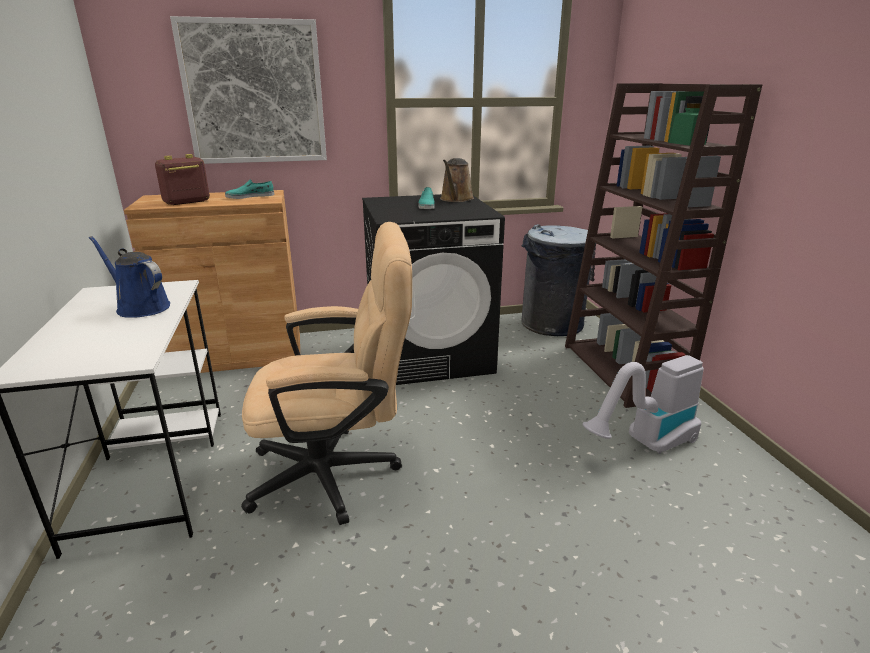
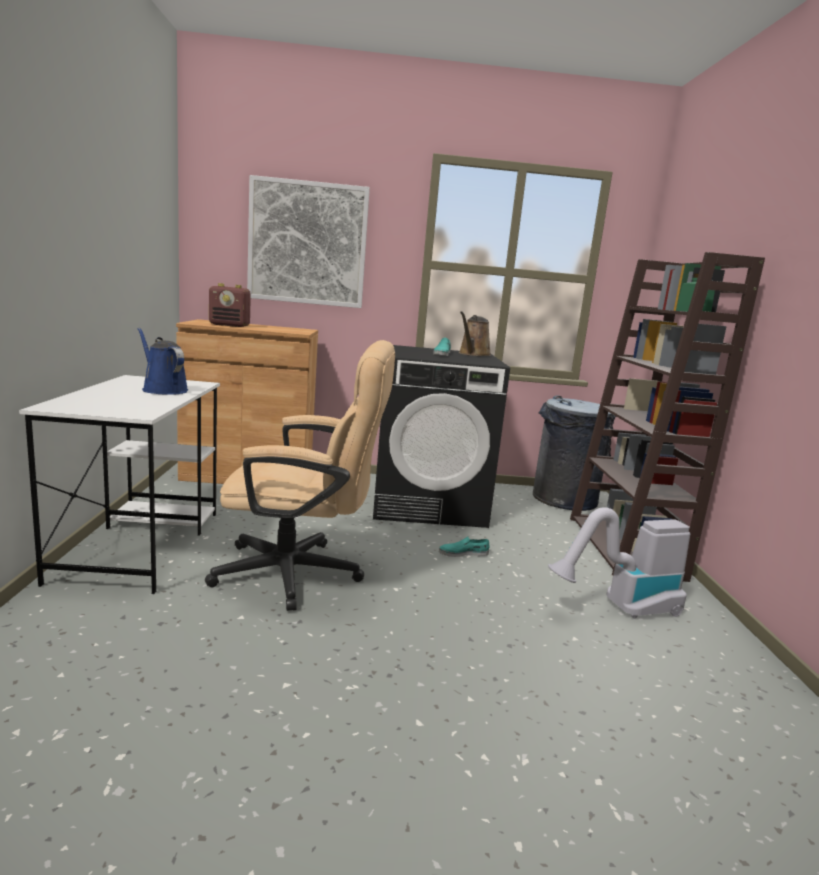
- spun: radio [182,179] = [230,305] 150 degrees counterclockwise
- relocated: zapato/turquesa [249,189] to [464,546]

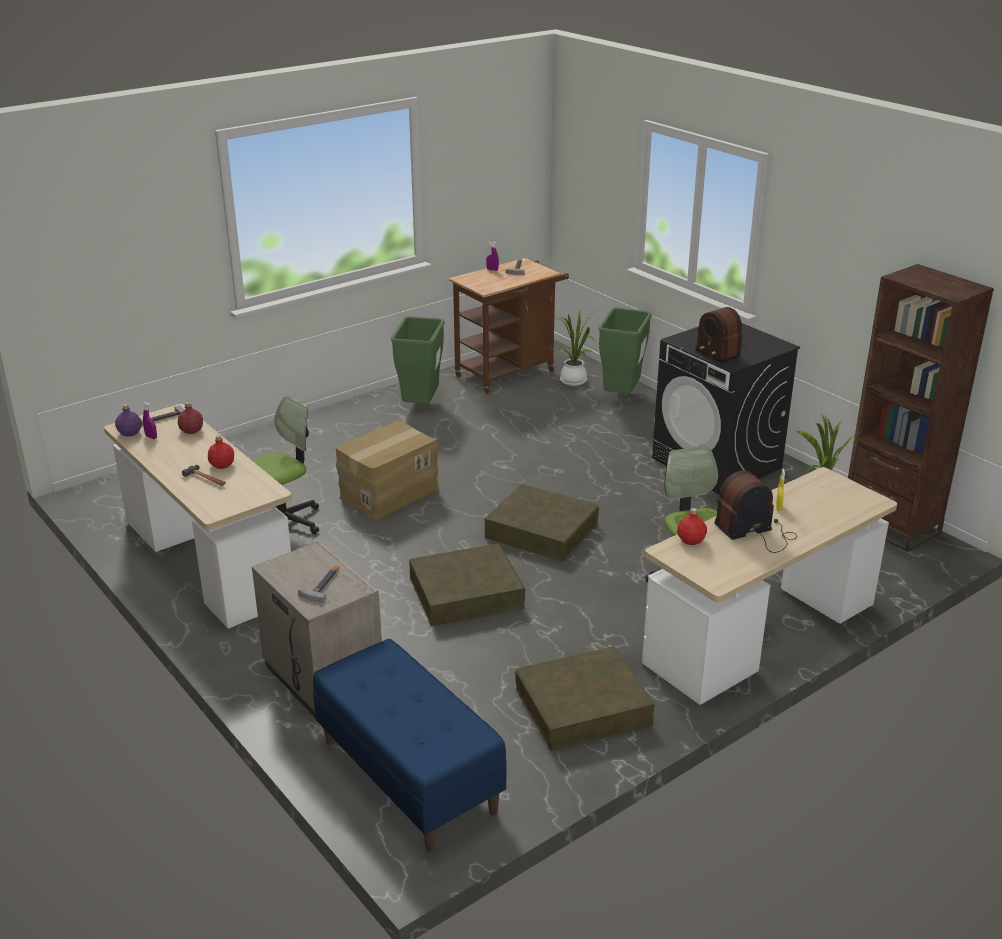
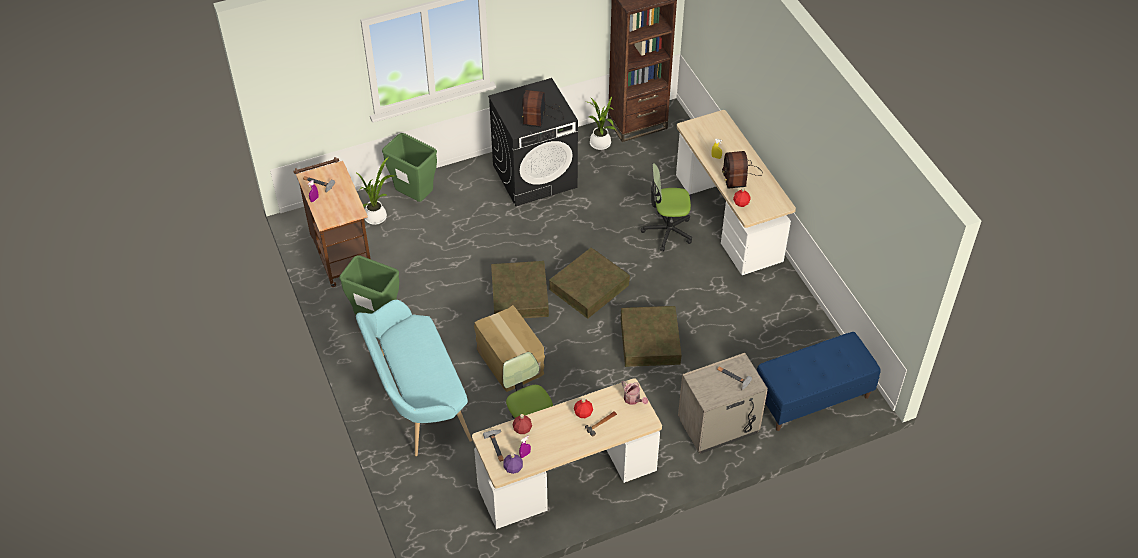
- spun: radio [720,335] = [543,108] 120 degrees clockwise
- relocated: caja de almacenaje/marrón [585,698] to [520,289]
- appeared: banco/turquesa [414,378]
- appeared: regadera [635,393]

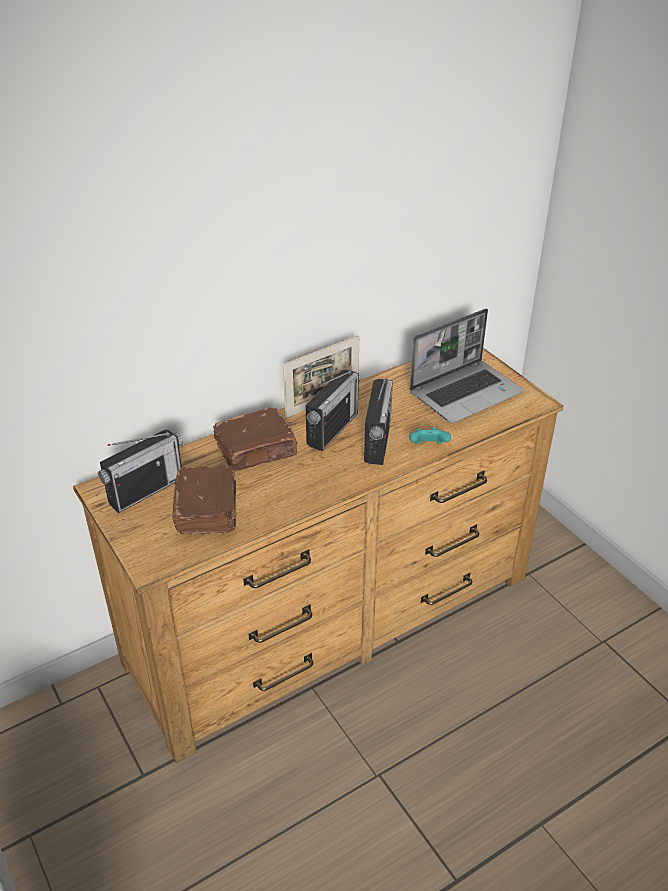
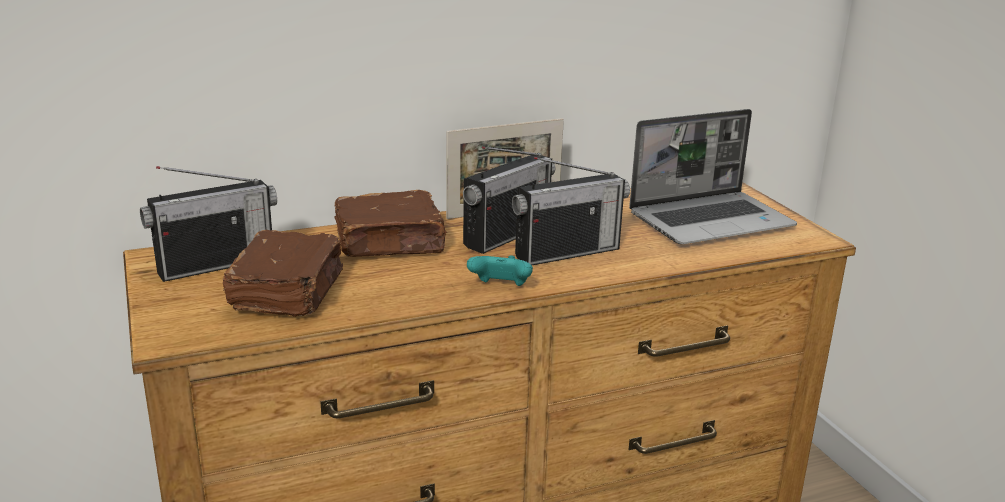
- spun: radio [378,422] = [571,211] 45 degrees clockwise
- relocated: mando de consola/turquesa [430,435] to [500,270]

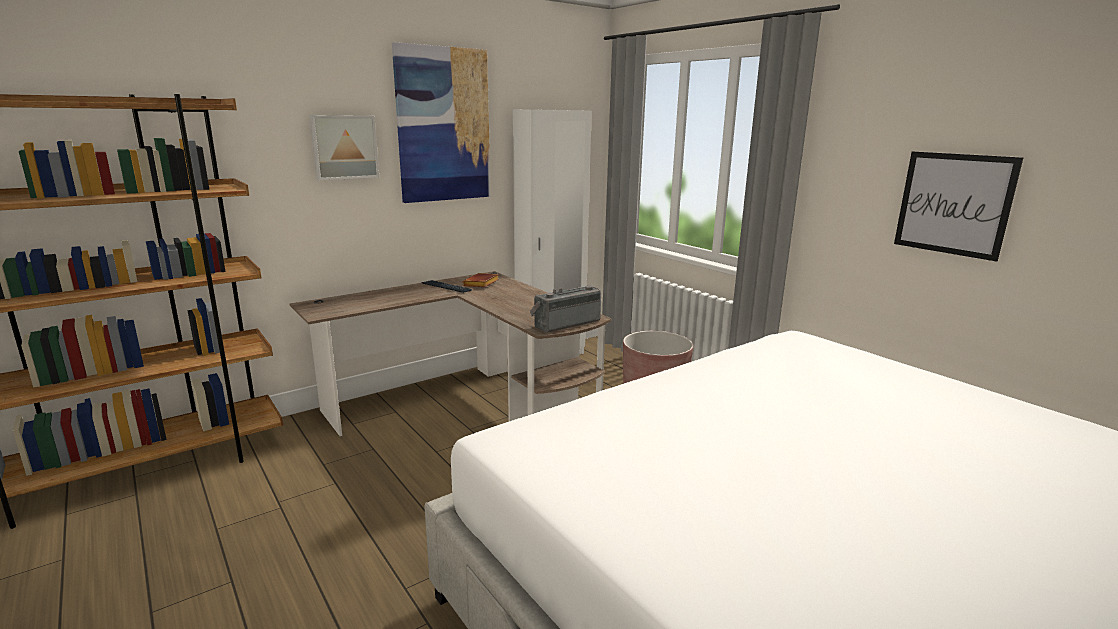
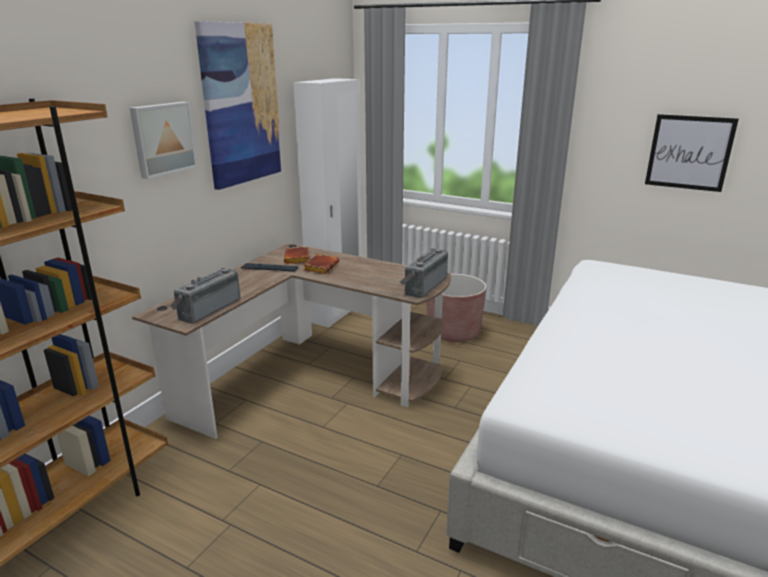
- appeared: libro/marrón [321,264]
- appeared: radio [205,296]

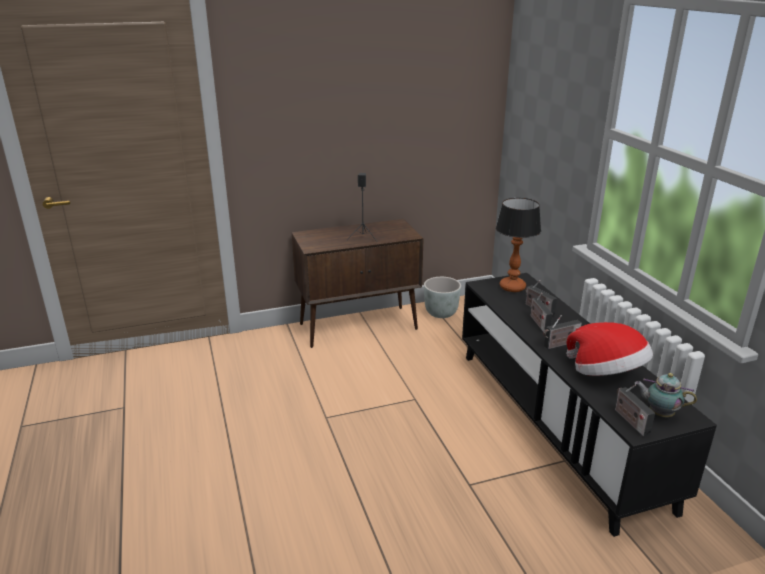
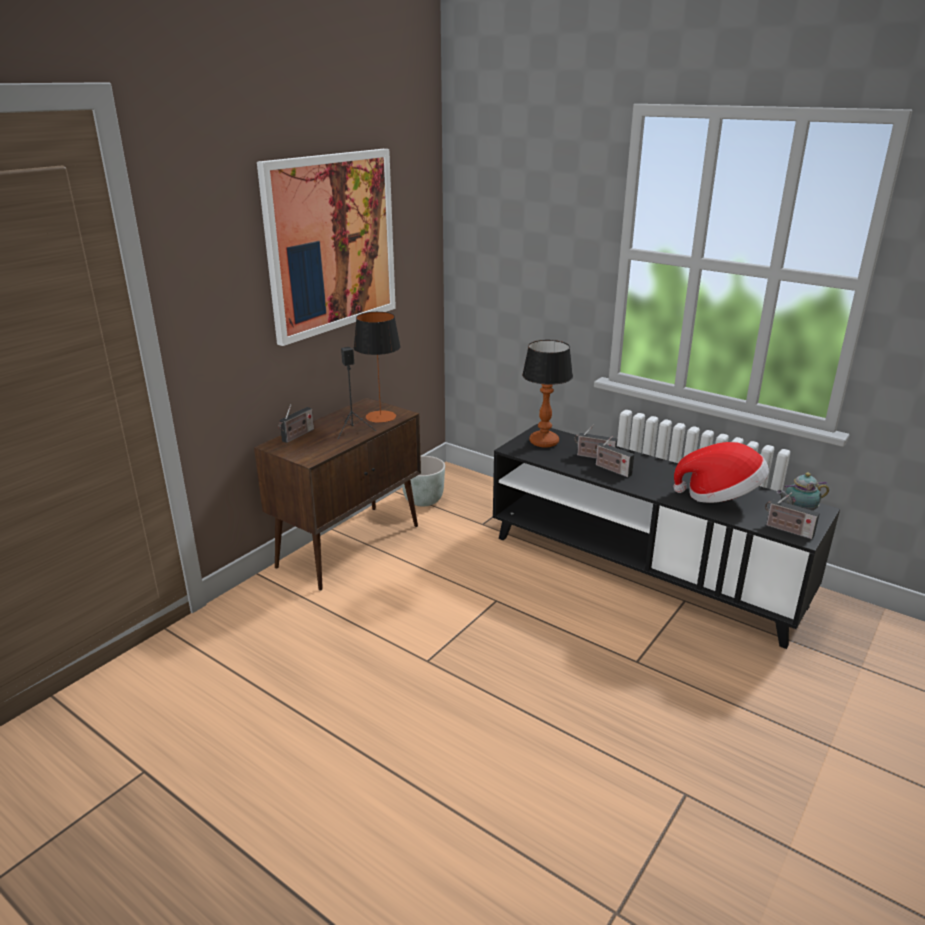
- relocated: radio [562,332] to [296,423]
- appeared: cuadro [326,247]
- appeared: lámpara de mesa [377,367]

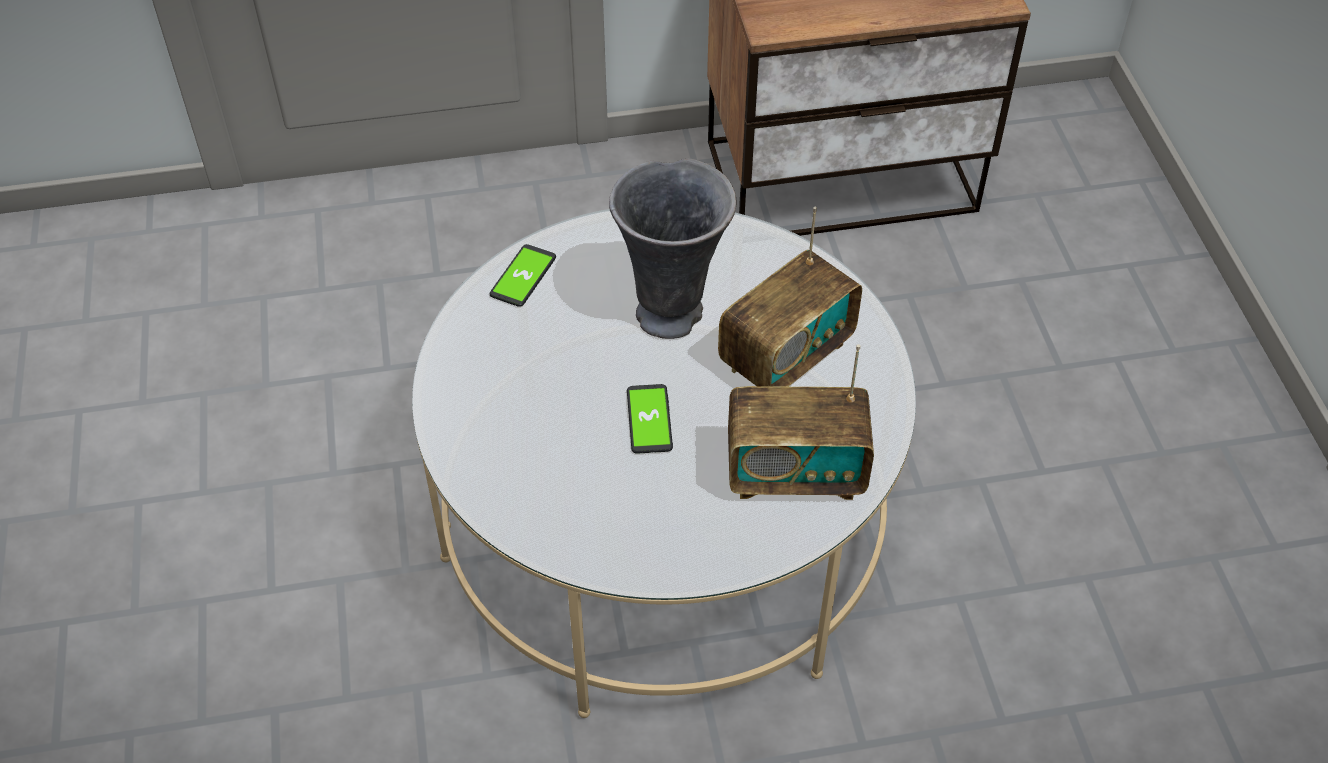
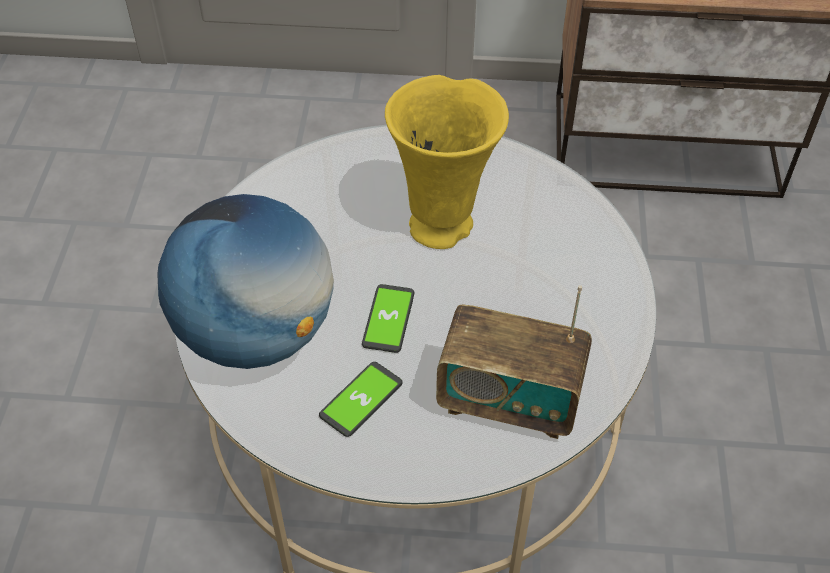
- colour: florero/gris [672,249] to florero/amarillo [447,162]
- missing: radio [790,297]
- relocated: móvil [523,275] to [361,399]
- appeared: globo terráqueo [245,281]

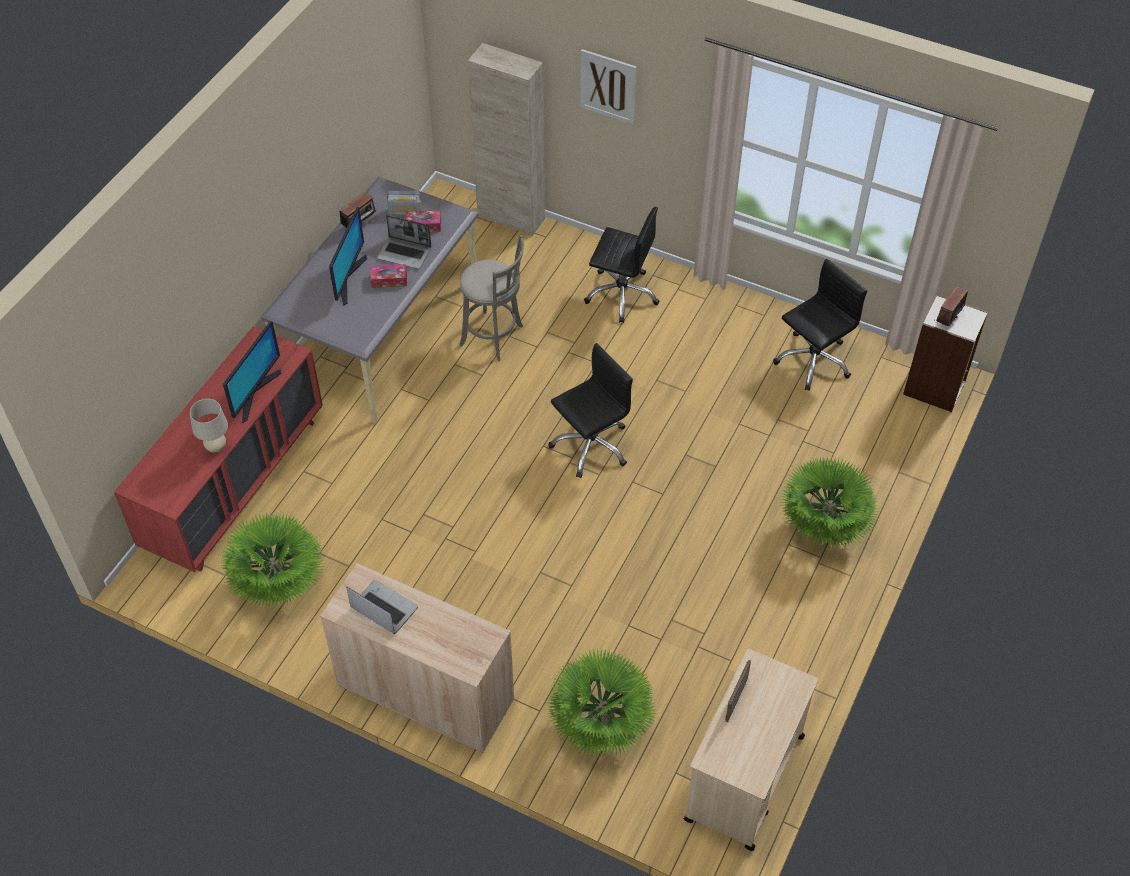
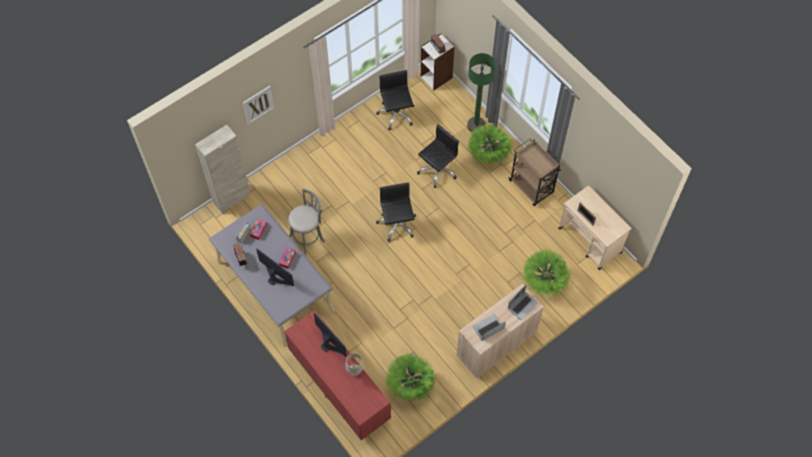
- relocated: silla de oficina/negro [621,265] to [438,156]
- relocated: portátil [404,242] to [523,302]
- appeared: lámpara de pie/verde [481,92]
- appeared: carrito/marrón [534,172]

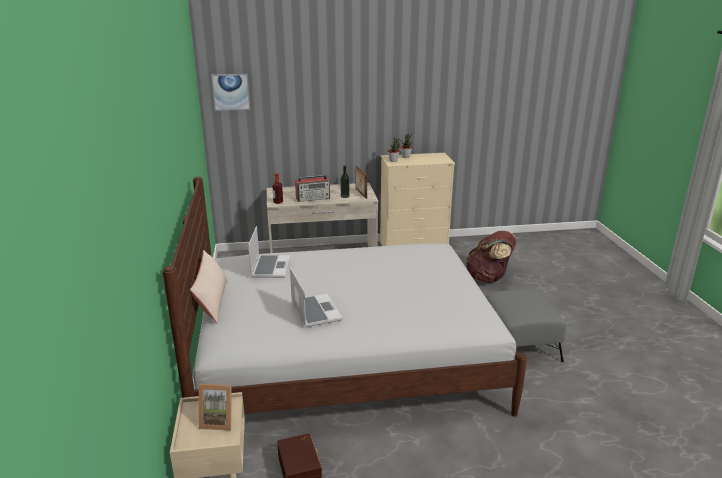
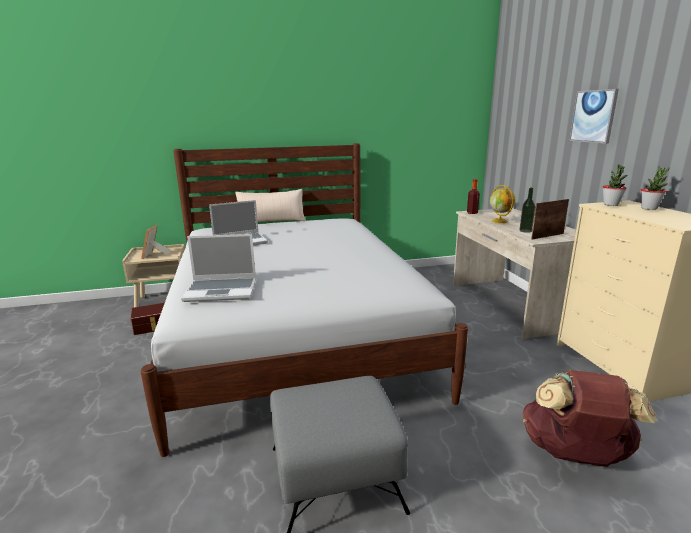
- relocated: cuadro [230,92] to [594,116]
- exchanged: radio [312,188] to globo terráqueo [502,204]
- relocated: portátil [269,252] to [218,268]

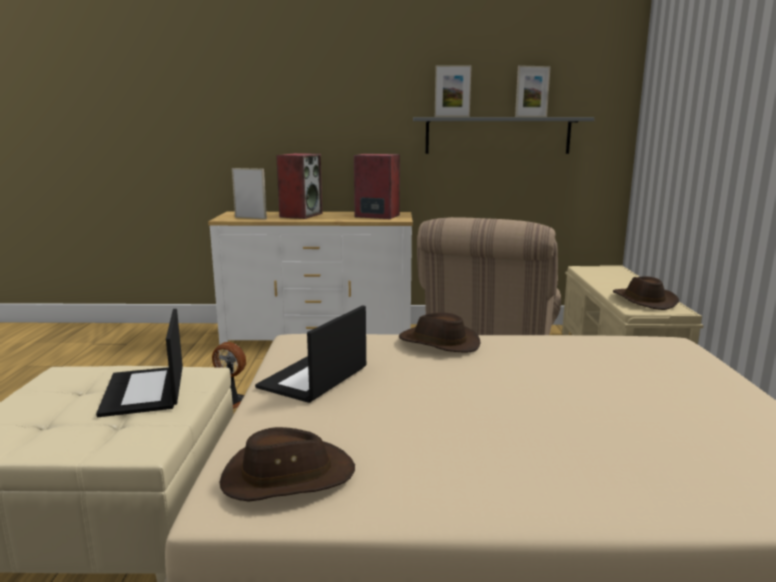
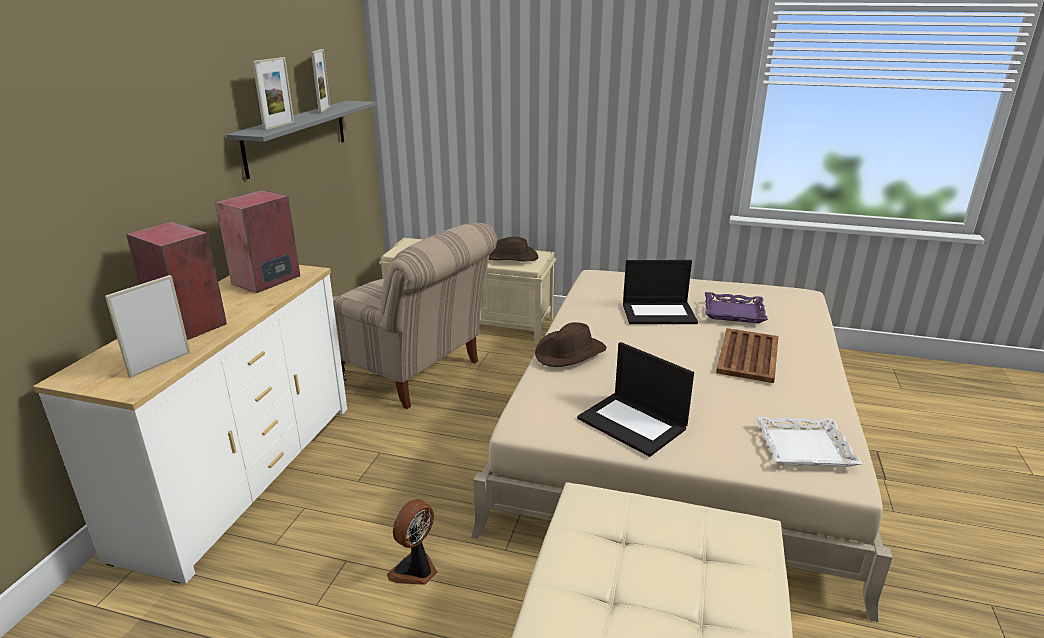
- relocated: portátil [139,363] to [660,292]
- exchanged: sombrero/marrón [287,464] to bandeja/blanco [809,442]
- appeared: bandeja/morado [736,307]
- appeared: bandeja/marrón [747,355]

